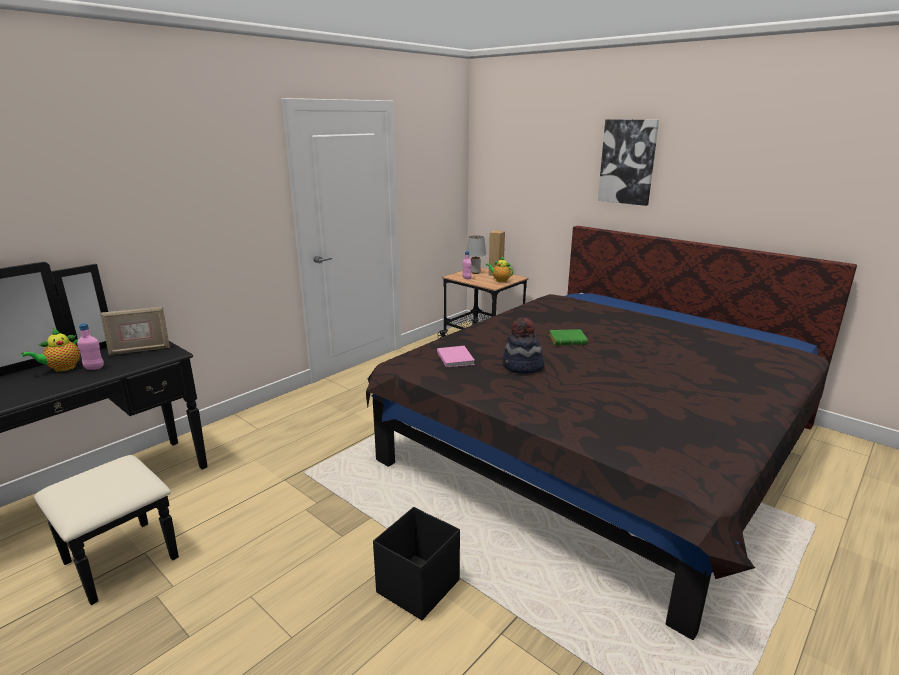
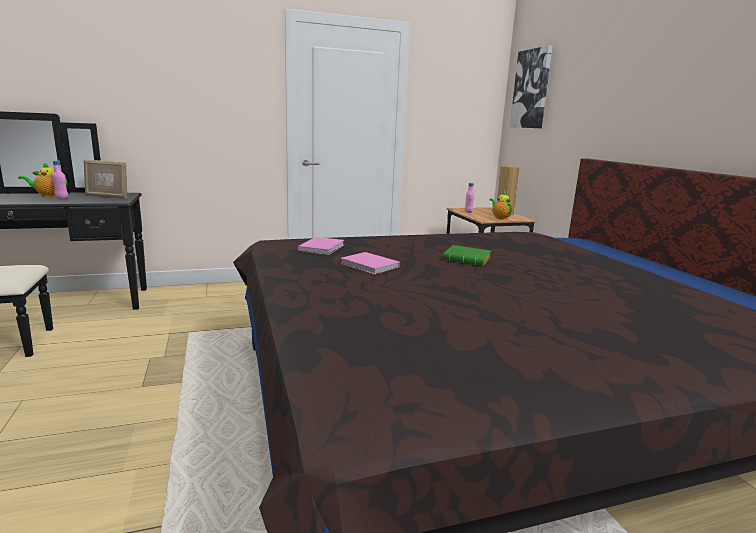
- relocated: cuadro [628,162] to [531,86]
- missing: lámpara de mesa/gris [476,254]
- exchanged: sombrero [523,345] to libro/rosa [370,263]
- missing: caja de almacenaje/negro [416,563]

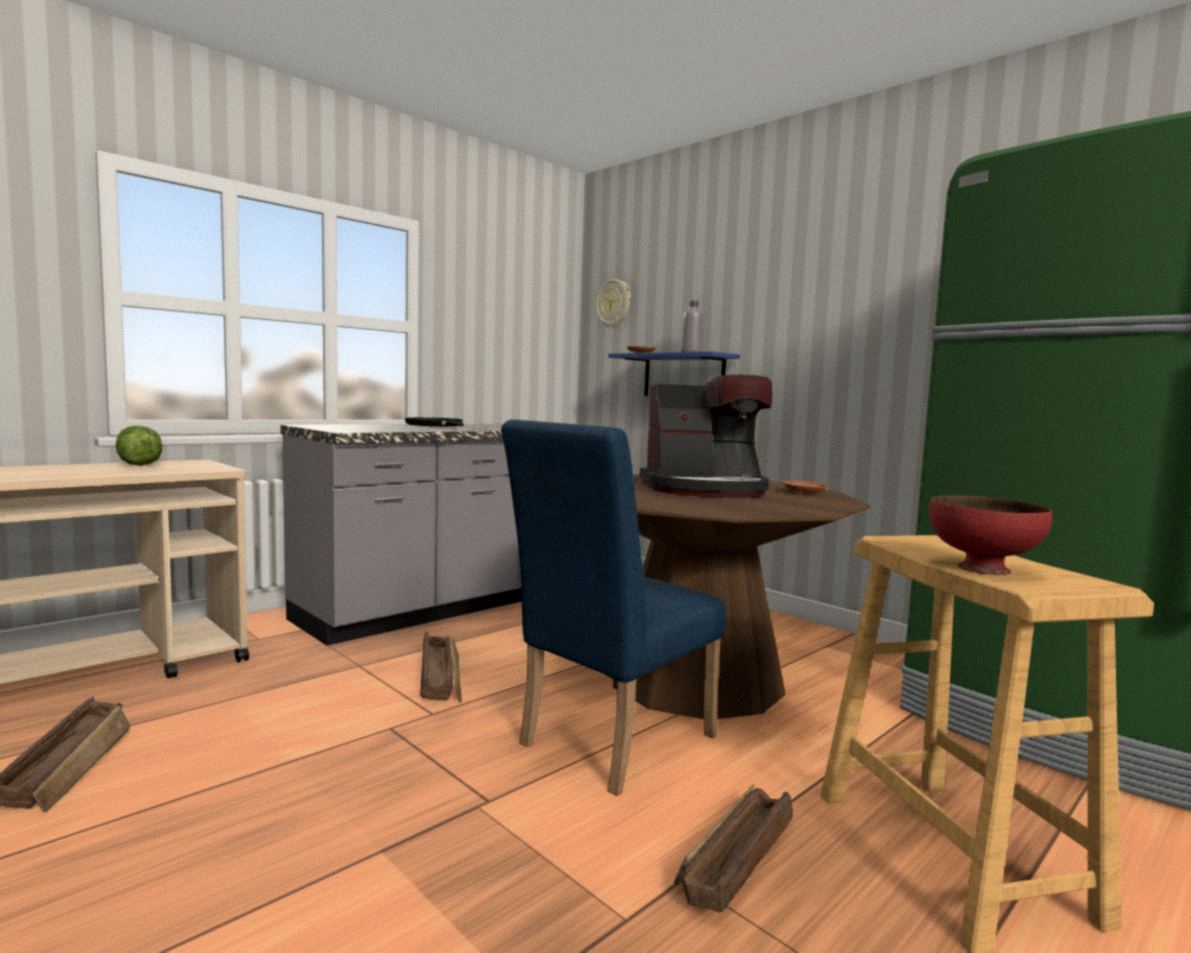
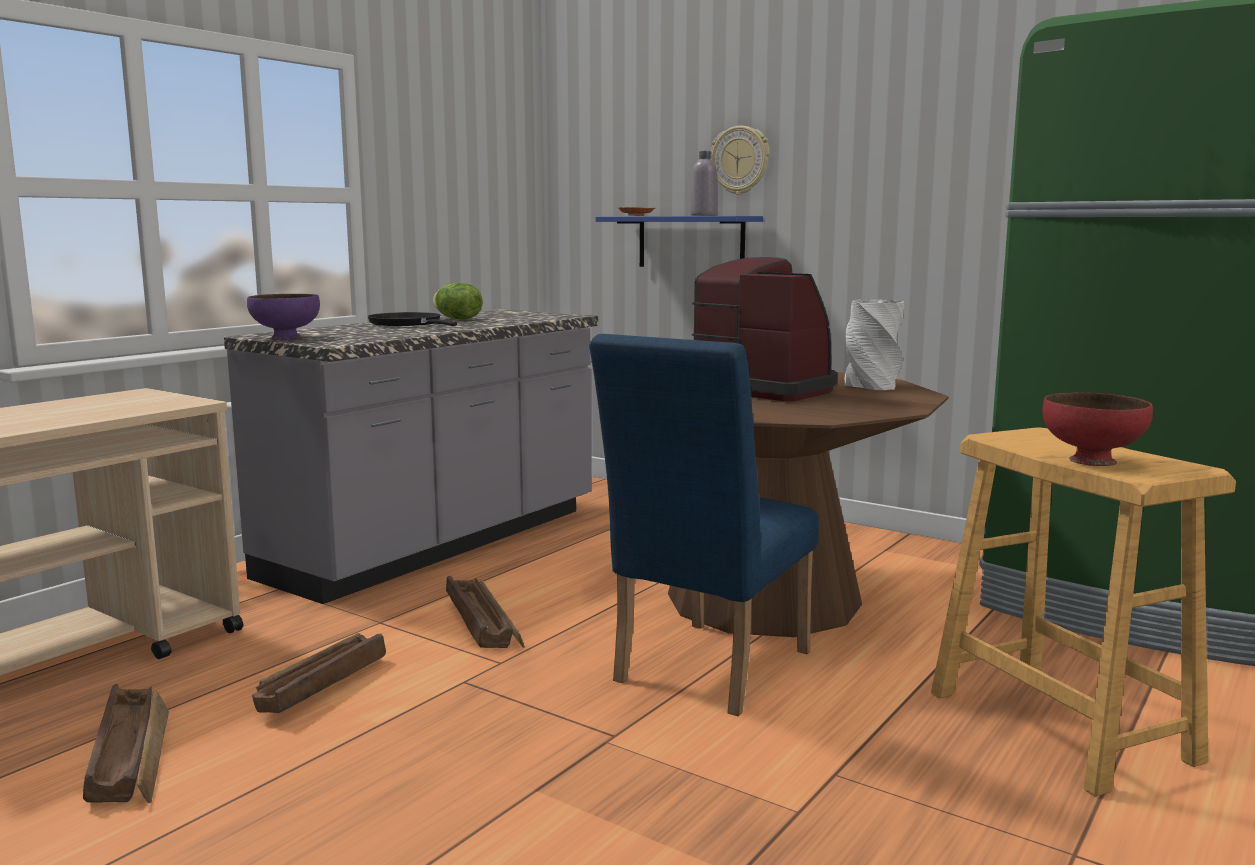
- relocated: reloj de pared [613,303] to [740,160]
- spun: cafetera [706,436] = [764,329] 120 degrees counterclockwise
- relocated: lechuga [139,445] to [458,301]
- exchanged: plato/marrón [805,487] to florero/gris [874,344]
- relocated: caja de embalaje [733,848] to [319,673]
- appeared: cuenco/morado [283,317]

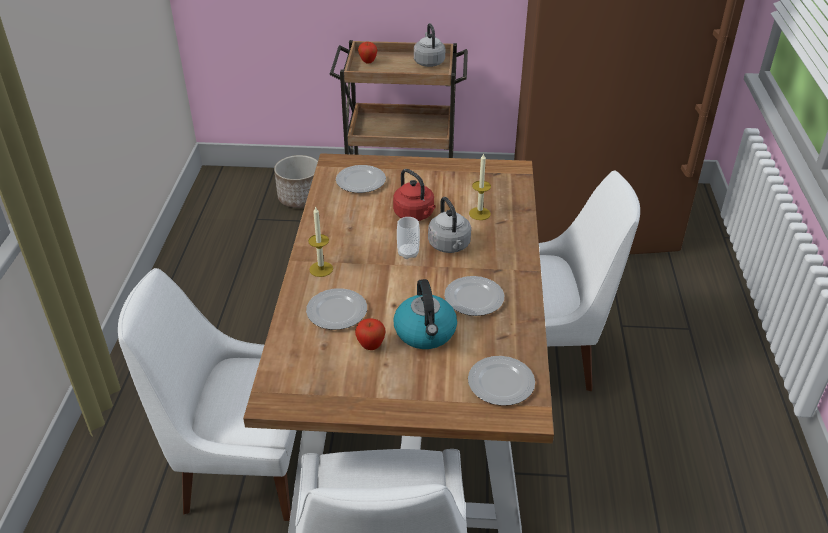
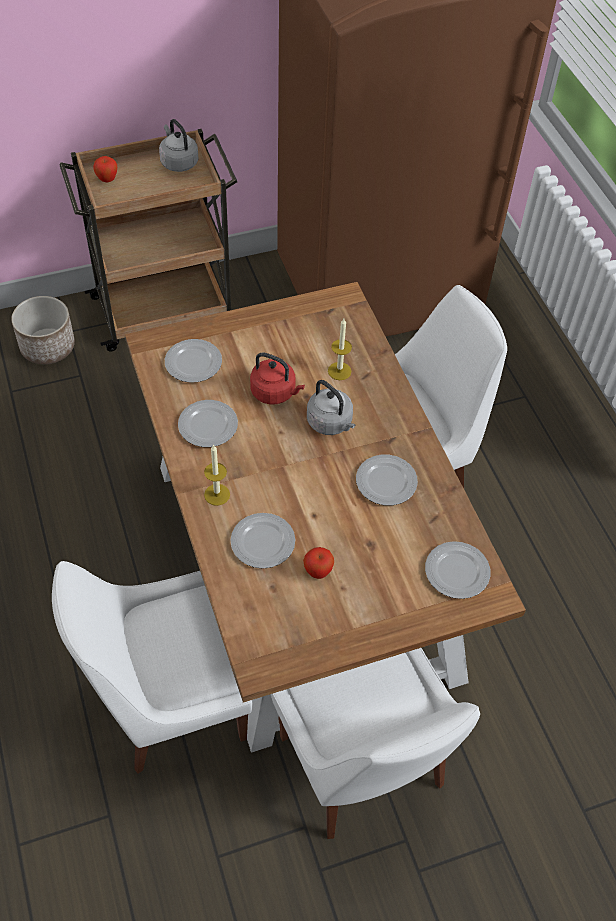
- missing: taza [408,238]
- missing: hervidor [425,314]
- appeared: plato [208,423]

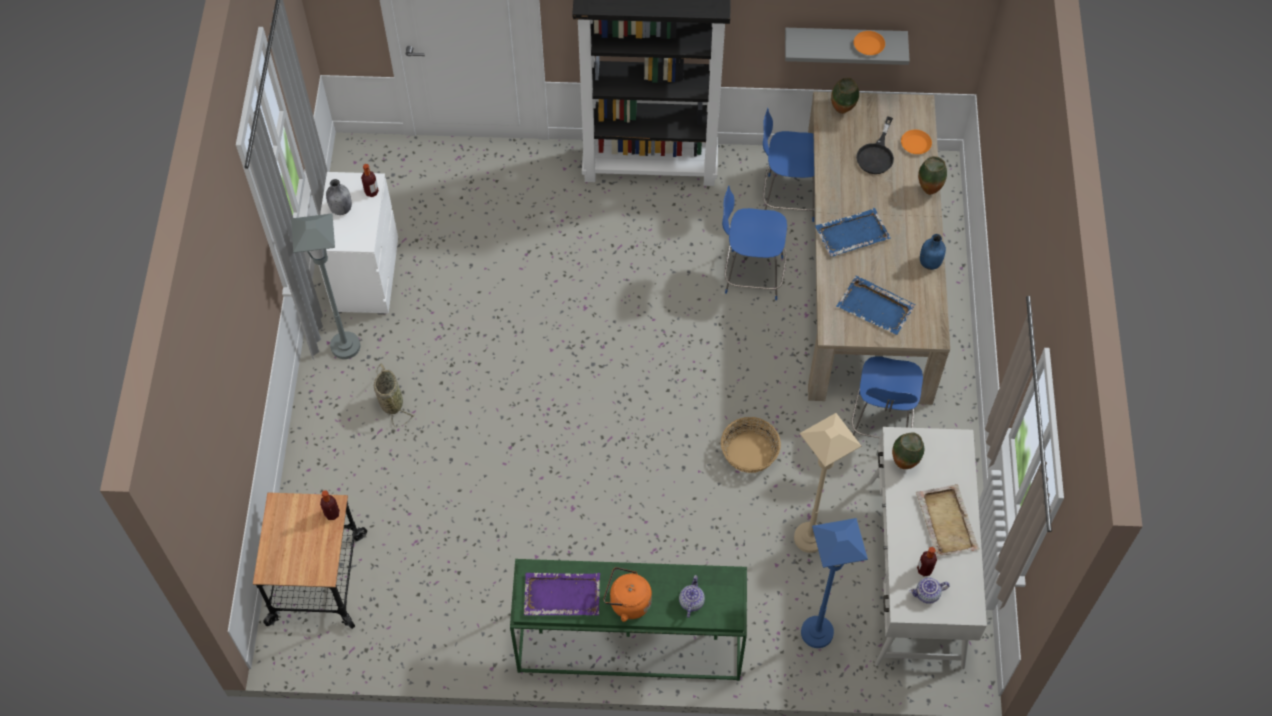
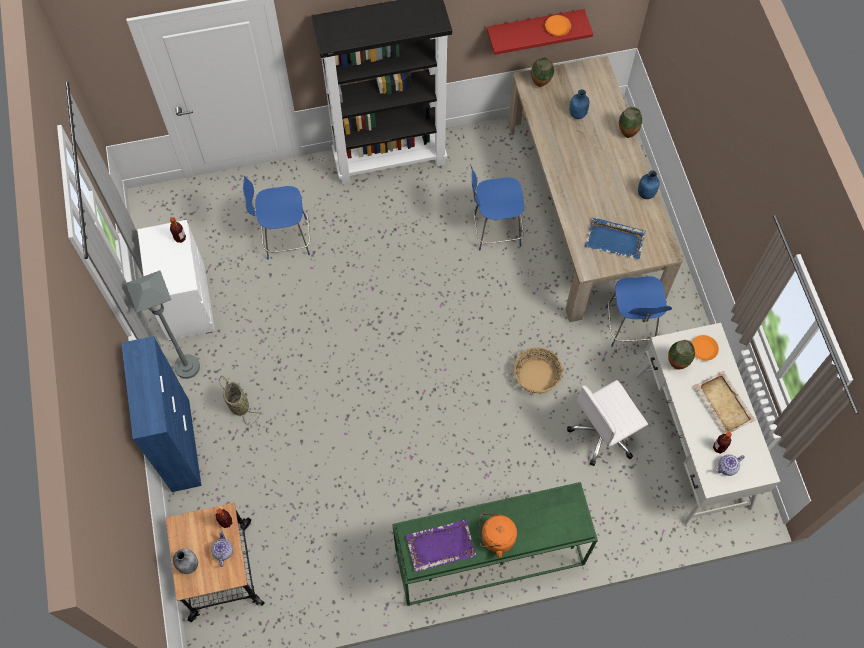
- colour: estante/gris [847,46] to estante/rojo [540,32]
- relocated: silla/azul [789,165] to [276,217]
- exchanged: sartén/negro [875,145] to botella/azul [579,104]
- relocated: plato/naranja [916,142] to [705,348]
- relocated: botella/gris [339,197] to [185,561]
- missing: bandeja/azul [853,232]
- exchanged: lámpara de pie/beis [827,483] to silla de oficina/blanco [607,423]
- missing: lámpara de pie/azul [834,583]
- relocated: tetera [692,596] to [222,548]
- appeared: armario/azul [161,414]

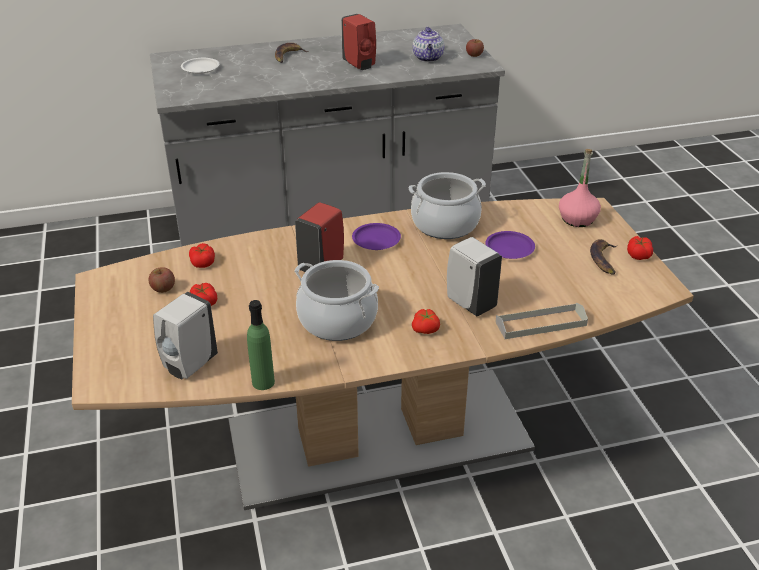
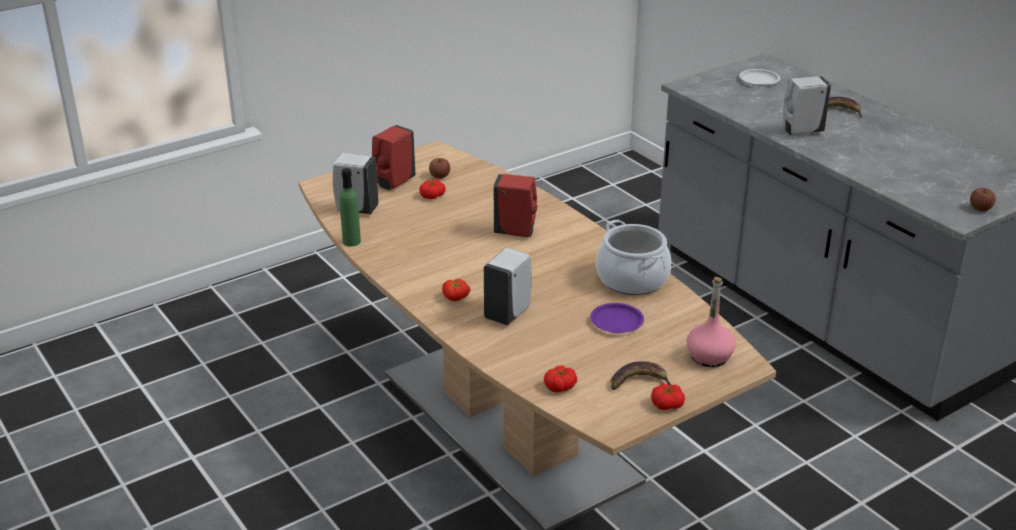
- relocated: dispensador de jabón/rojo [358,42] to [393,157]
- missing: tetera [428,44]
- missing: plato/morado [376,236]
- relocated: tomate [202,255] to [560,379]
- missing: olla [336,300]
- missing: bandeja/gris [541,321]
- appeared: dispensador de jabón/blanco [807,105]

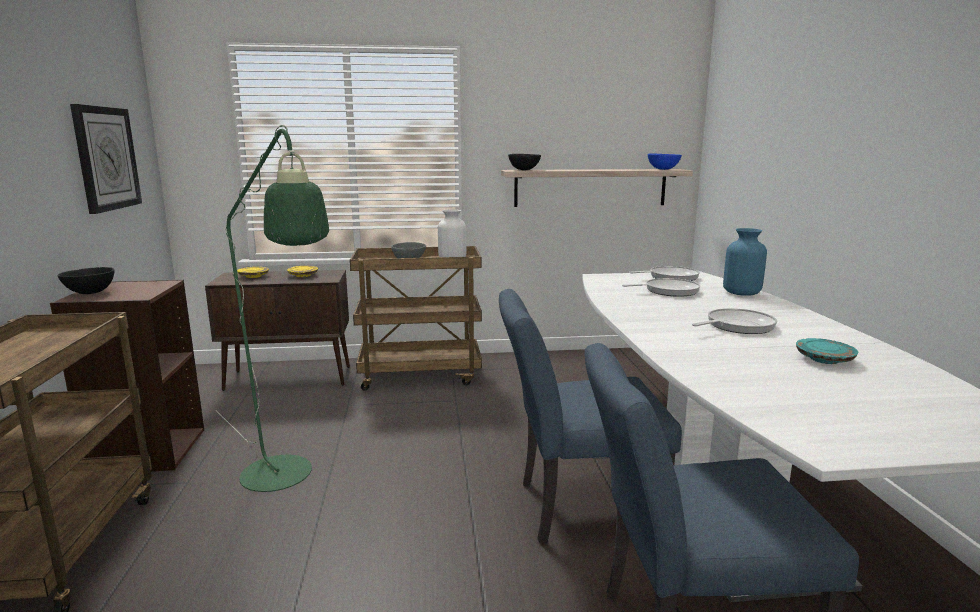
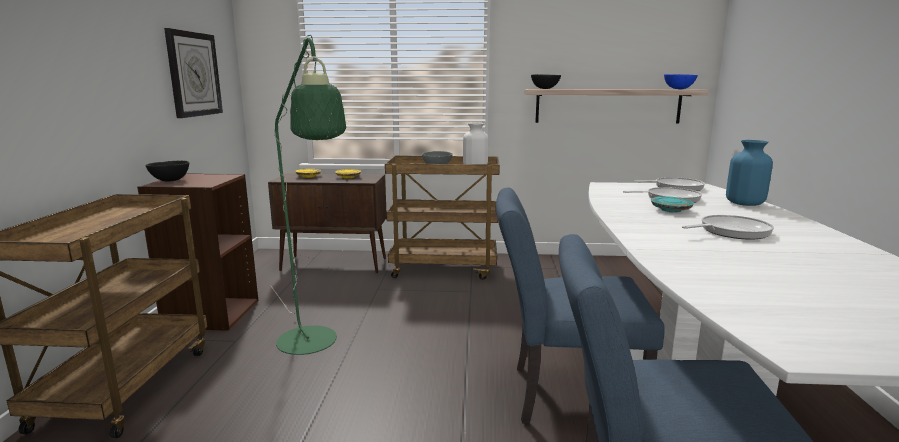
- relocated: plato/turquesa [827,351] to [672,204]

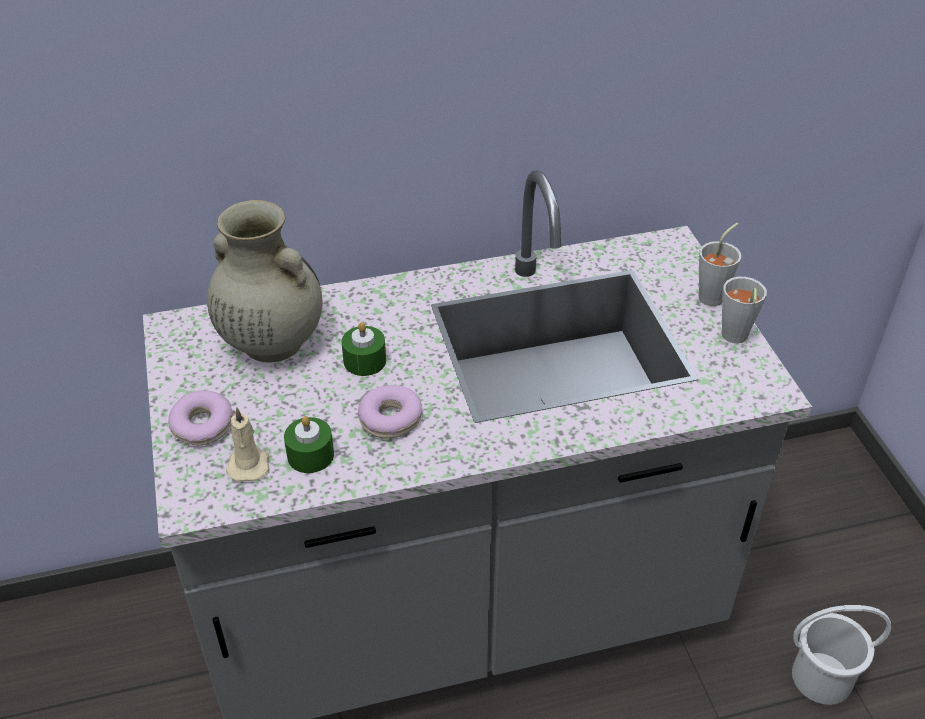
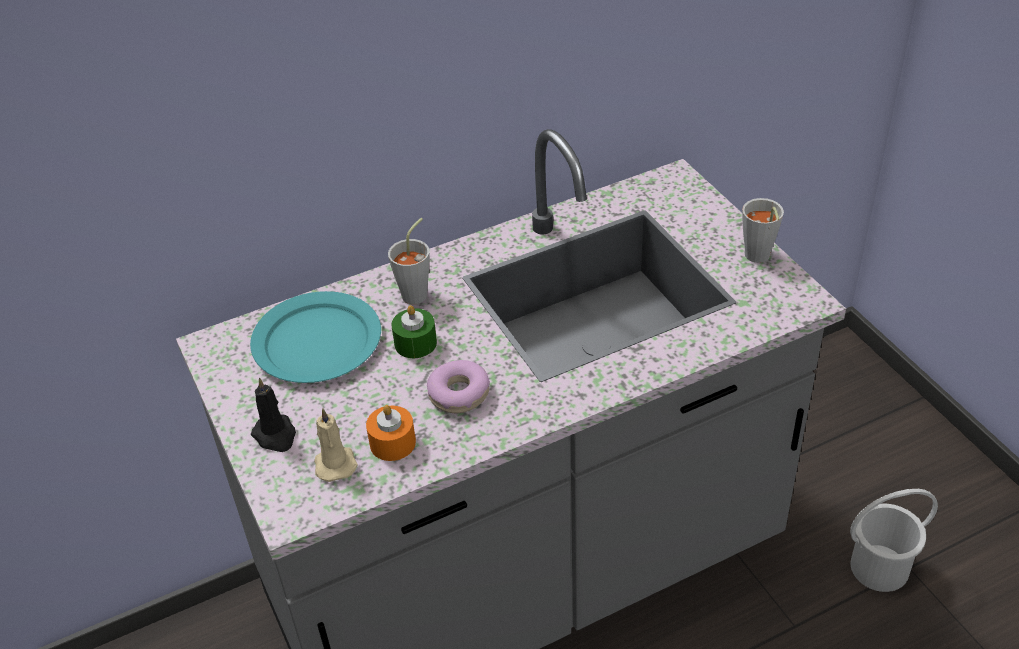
- exchanged: florero/beis [265,281] to plato/turquesa [315,337]
- relocated: taza/gris [720,264] to [408,261]
- exchanged: rosquilla [200,417] to vela/negro [273,415]
- colour: vela/verde [309,444] to vela/naranja [391,433]

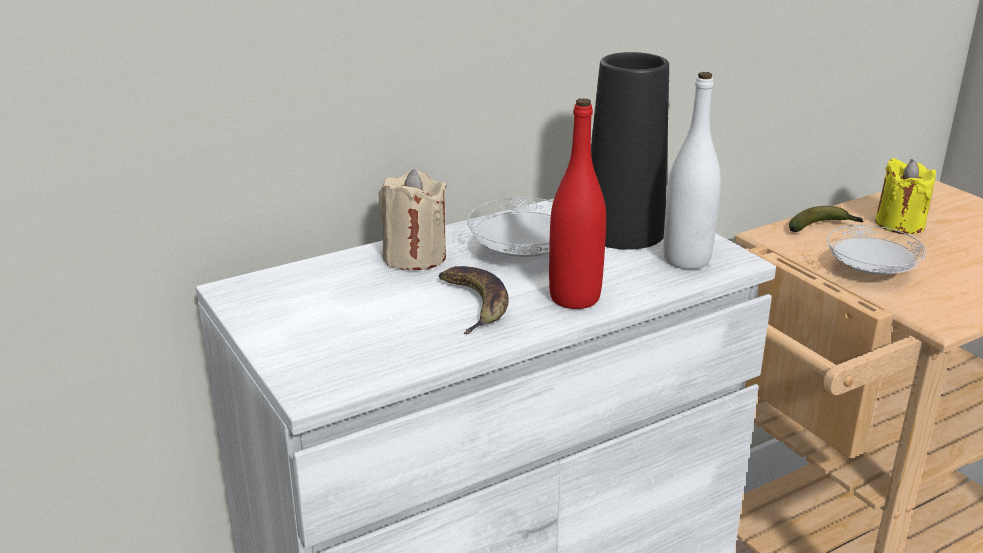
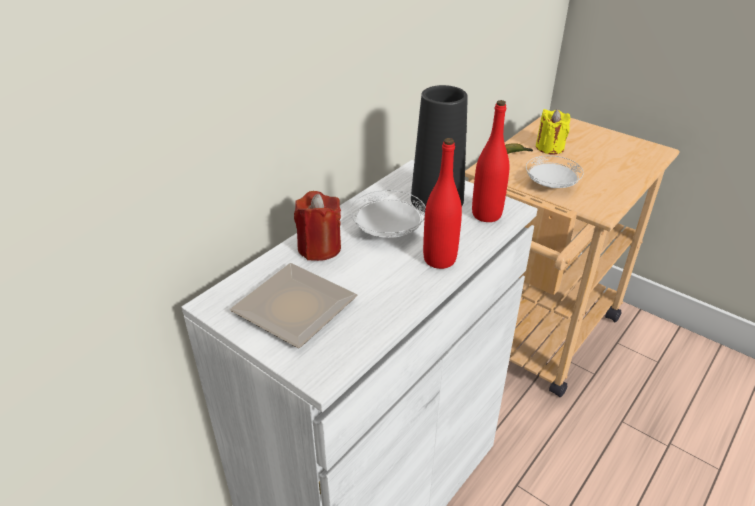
- colour: botella/blanco [692,170] to botella/rojo [490,161]
- colour: vela/beis [412,220] to vela/rojo [317,226]
- missing: plátano [474,300]
- appeared: plato [293,305]

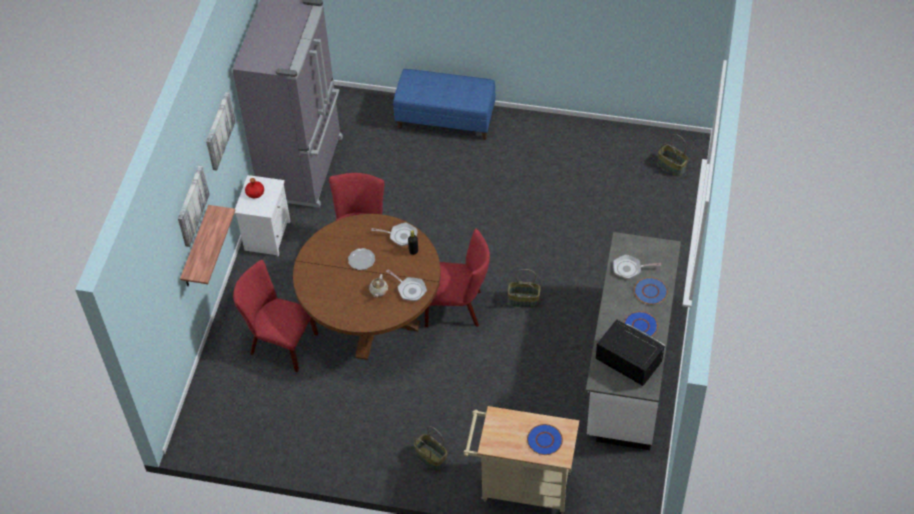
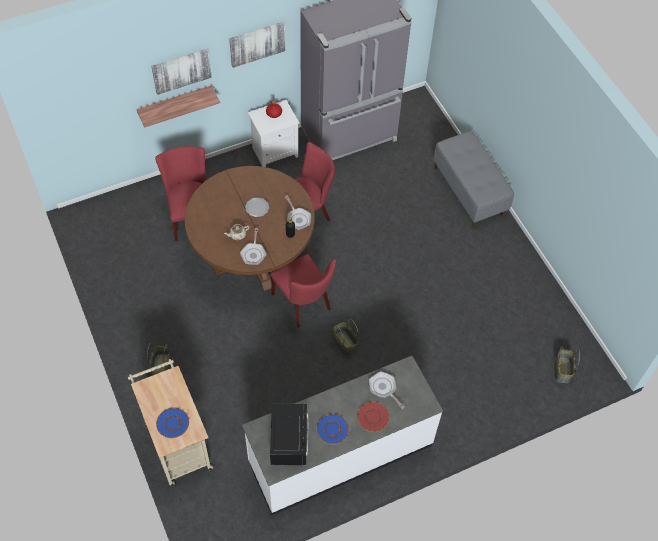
- colour: banco/azul [444,104] to banco/gris [473,179]
- colour: plato/azul [651,290] to plato/rojo [373,417]

